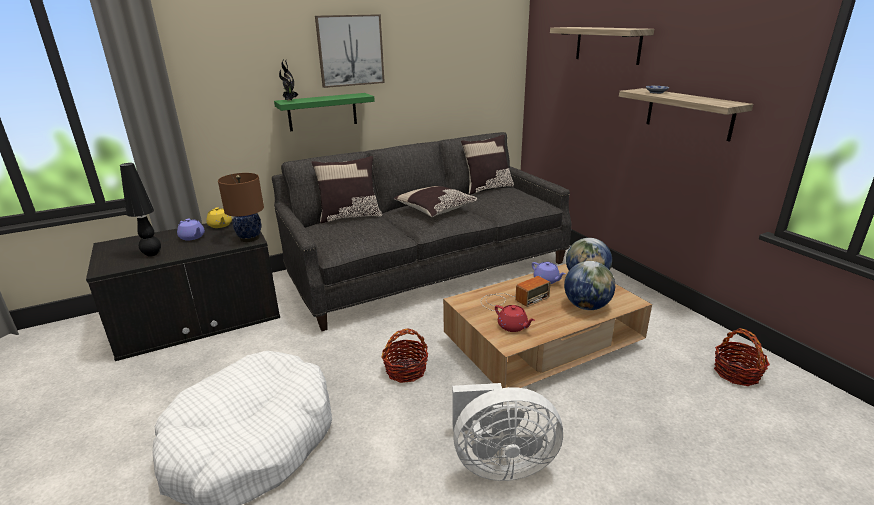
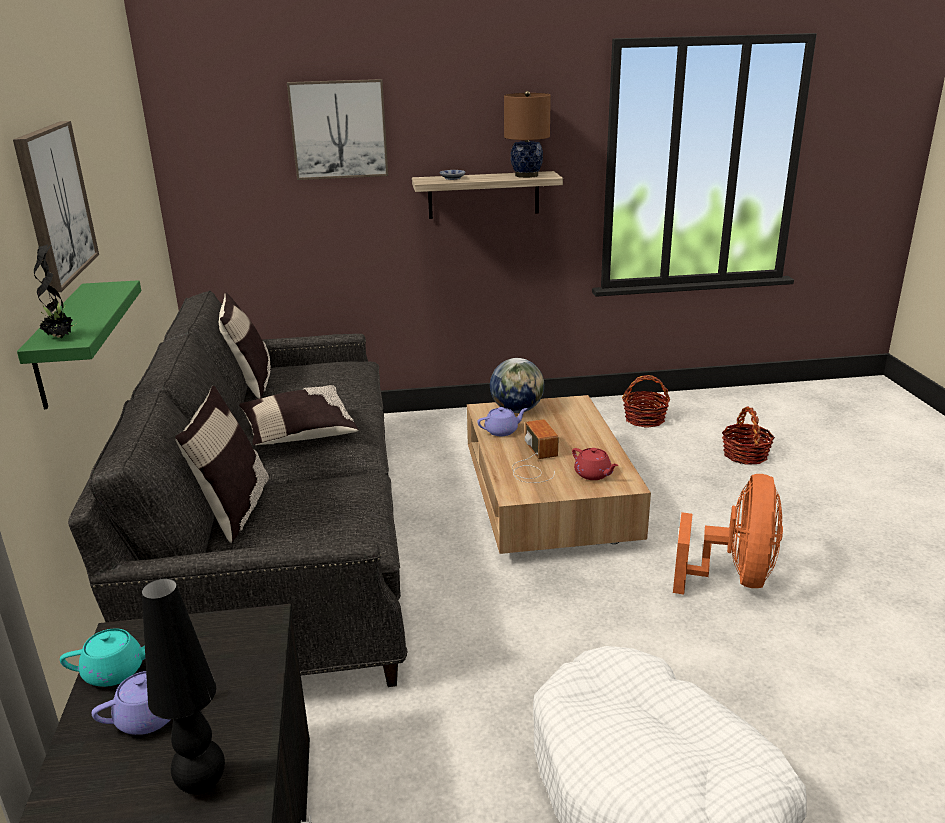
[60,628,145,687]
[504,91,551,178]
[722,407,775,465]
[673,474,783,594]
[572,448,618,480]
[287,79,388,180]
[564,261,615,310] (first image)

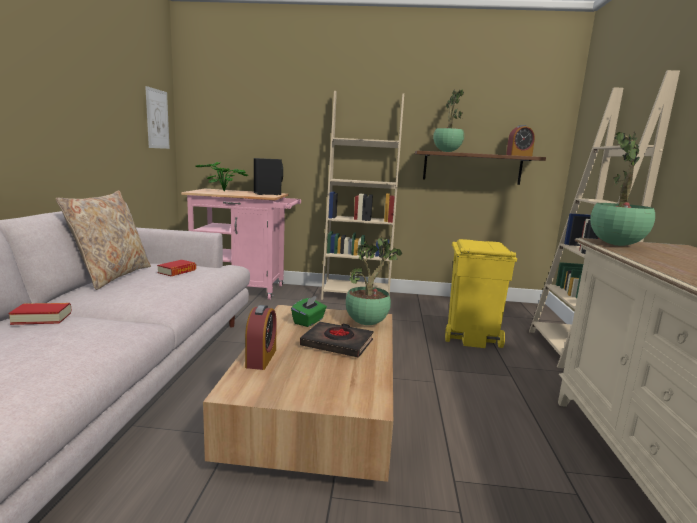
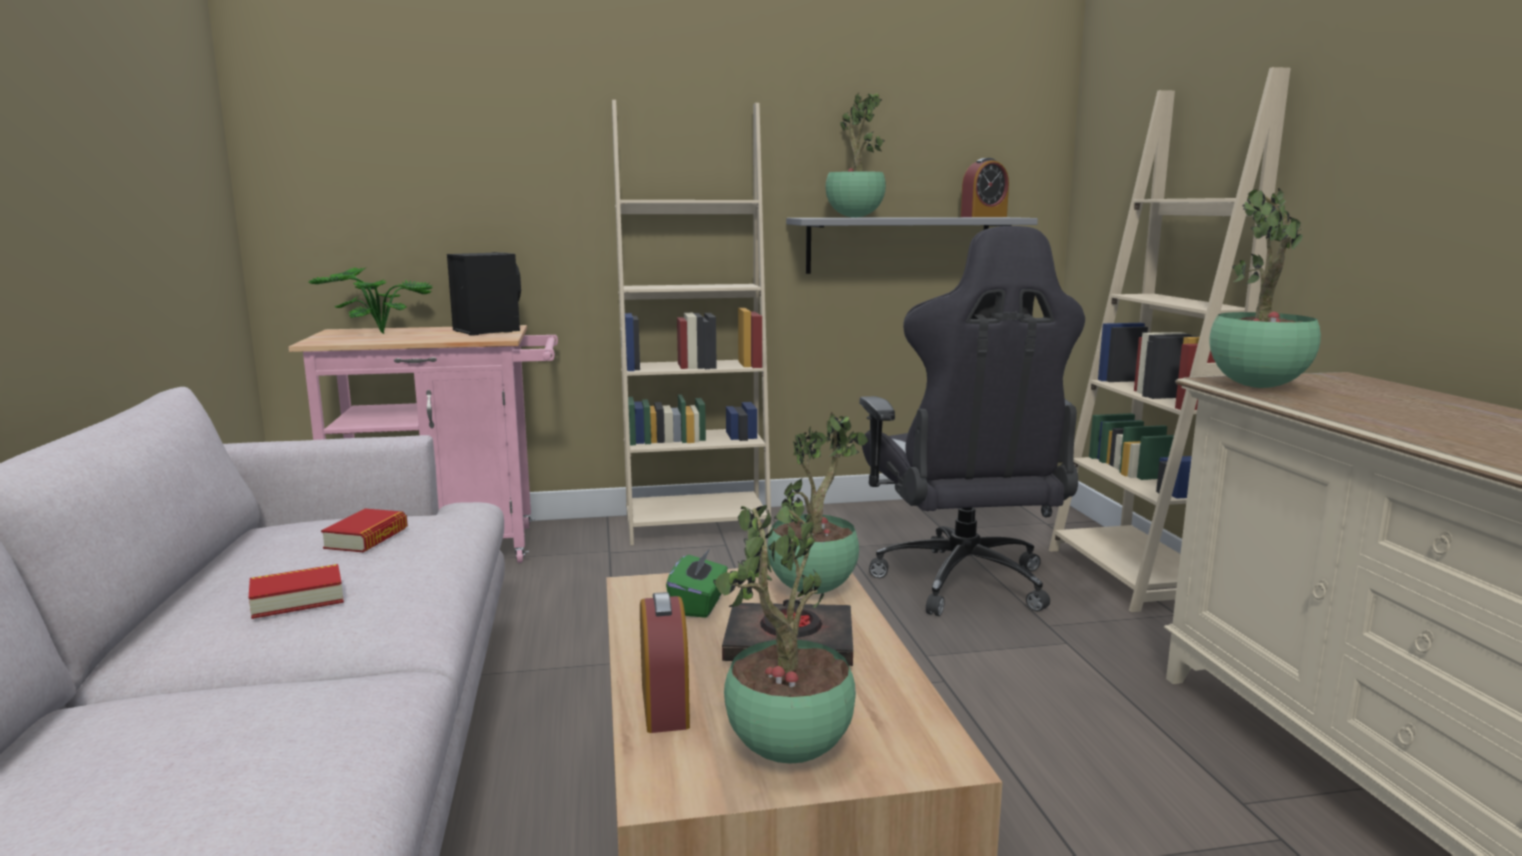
[249,564,344,619]
[56,191,151,290] (first image)
[145,86,170,149] (first image)
[786,217,1038,274]
[859,226,1085,616]
[713,498,856,764]

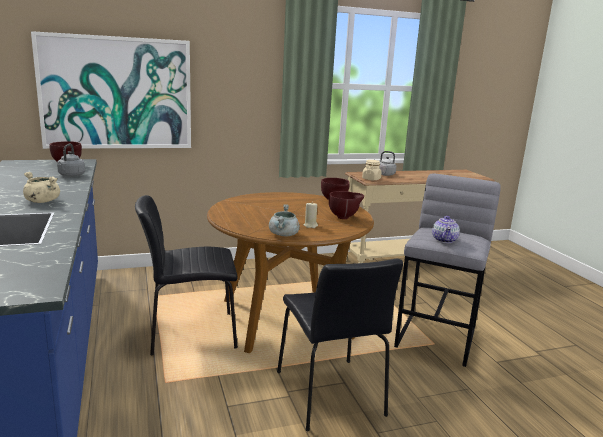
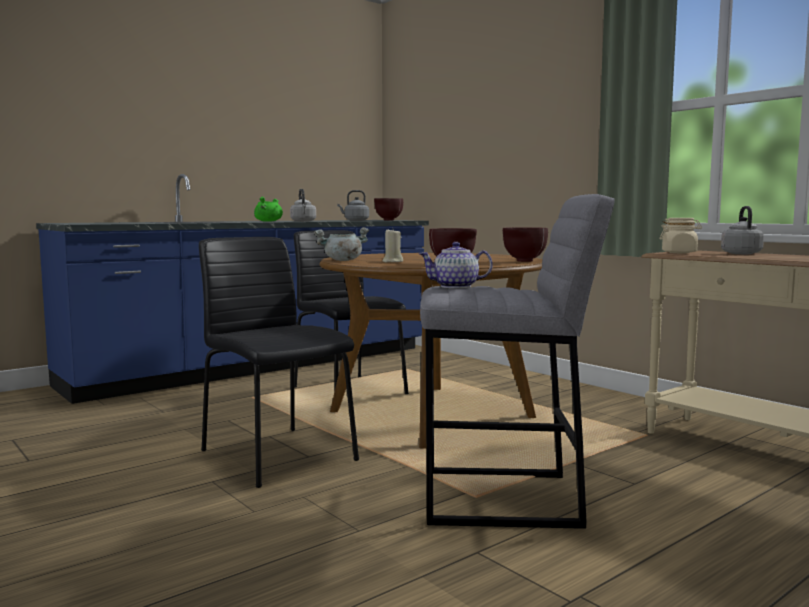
[254,197,283,222]
[31,31,191,149] (first image)
[199,237,359,488]
[290,189,316,222]

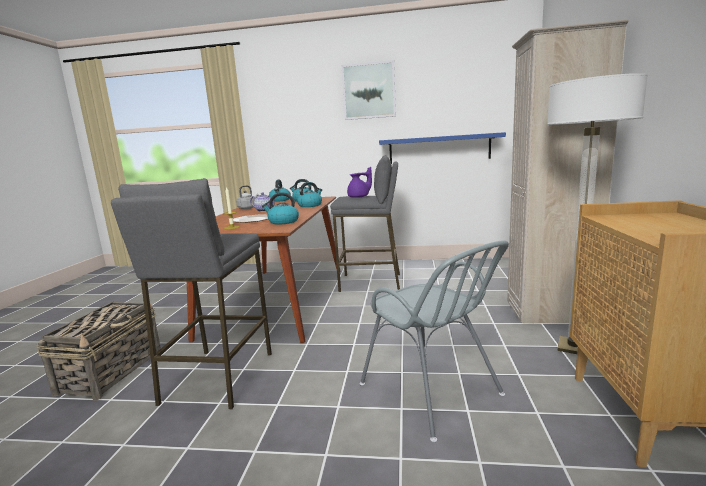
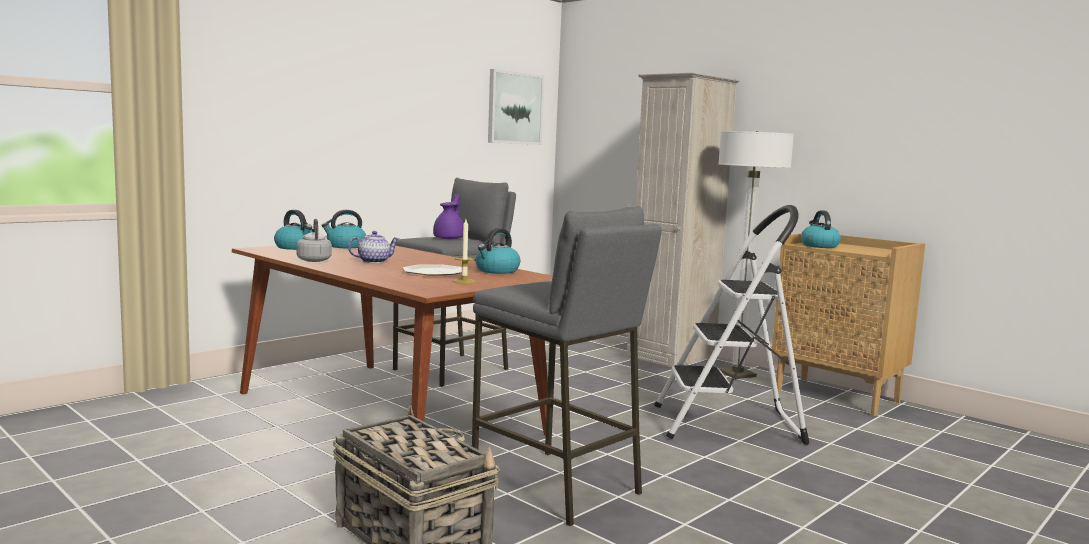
[801,210,841,248]
[488,69,544,145]
[654,205,809,445]
[379,132,506,164] (first image)

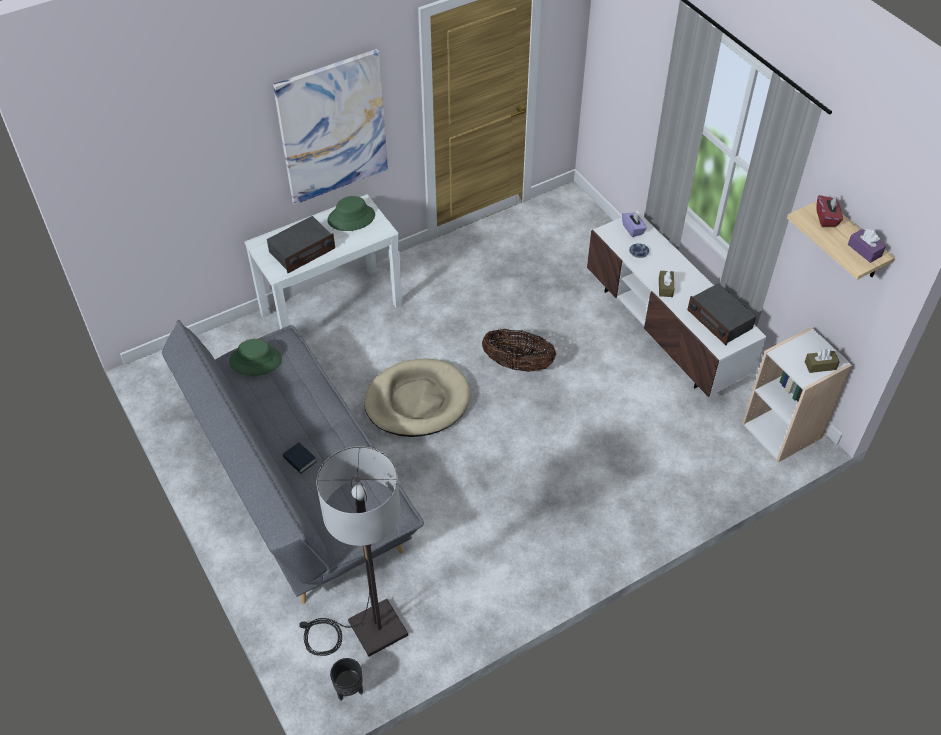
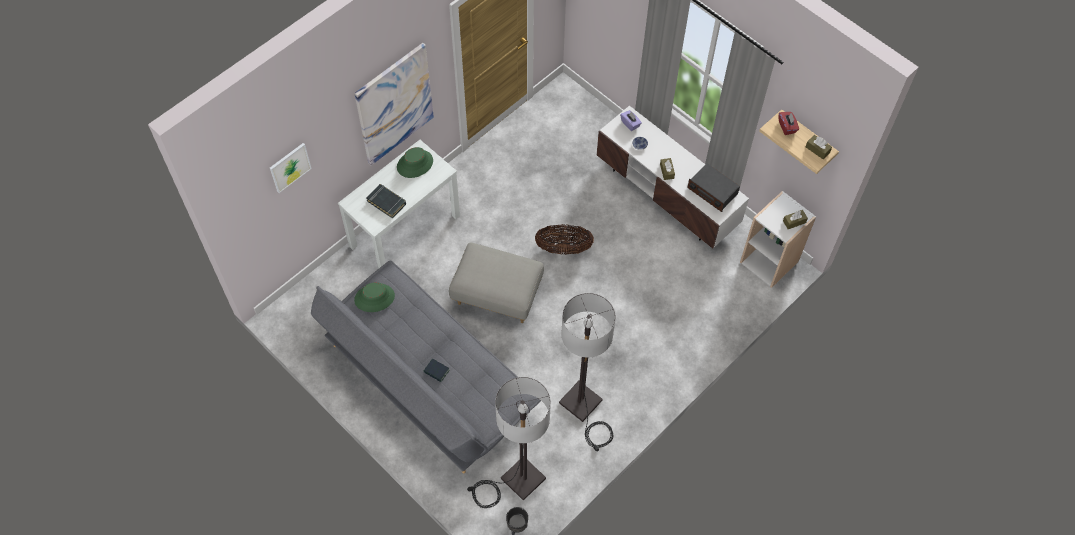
[366,184,406,219]
[449,242,544,323]
[806,135,832,159]
[270,143,312,193]
[559,293,616,452]

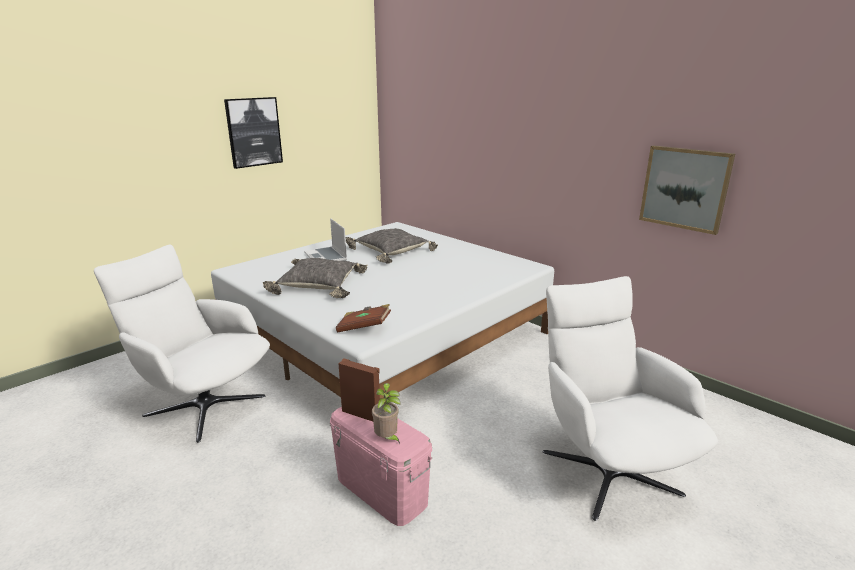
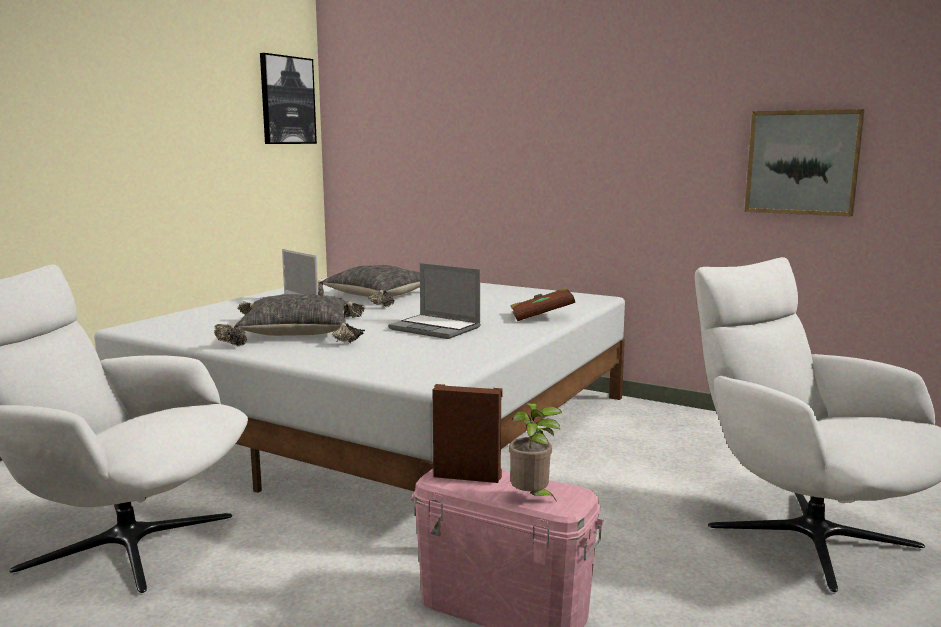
[260,53,317,144]
[511,287,575,321]
[388,263,481,339]

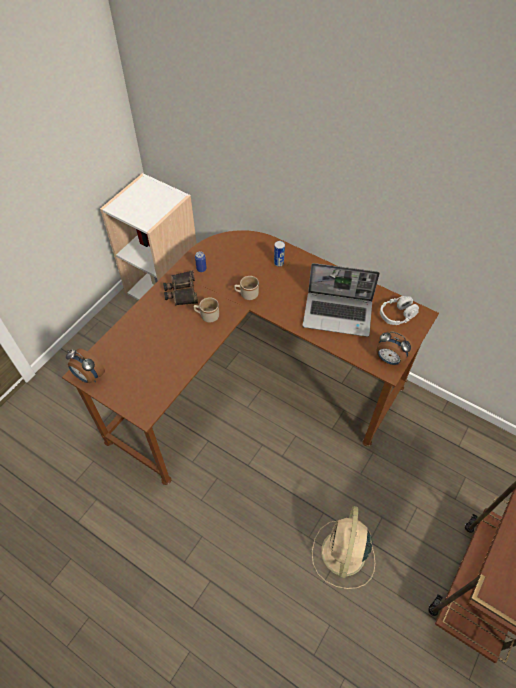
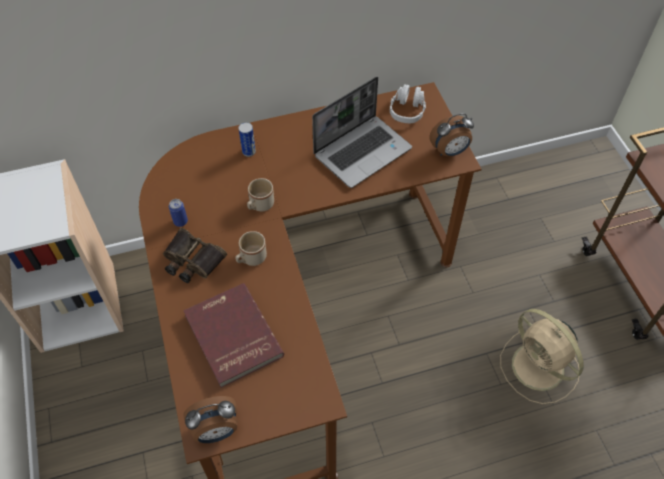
[183,283,284,388]

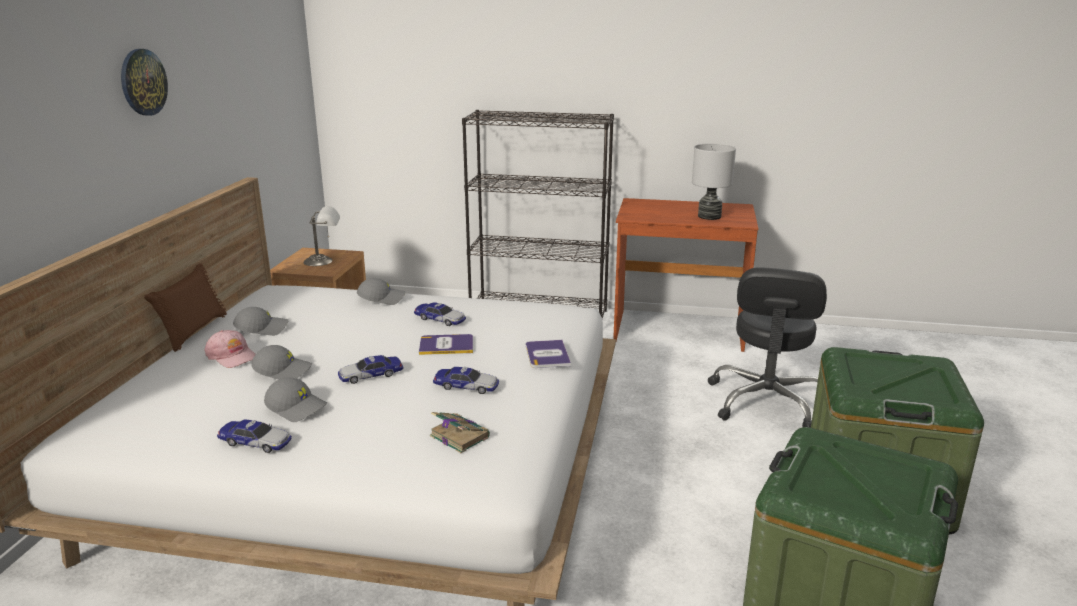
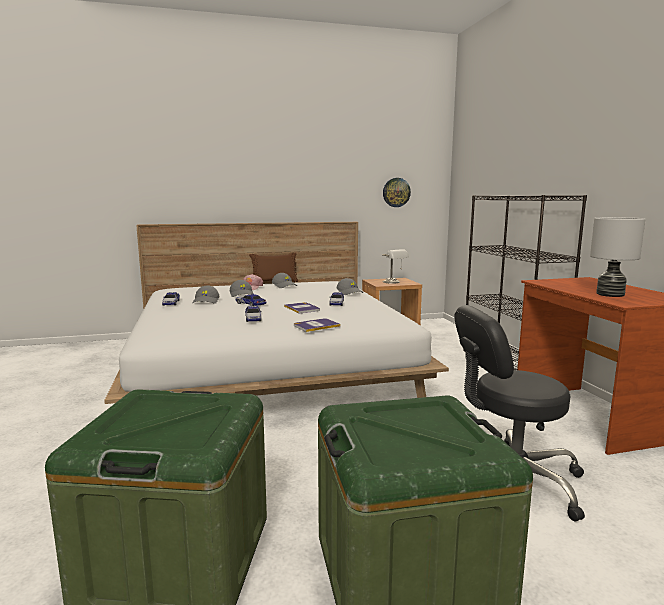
[383,178,411,207]
[430,412,490,453] (first image)

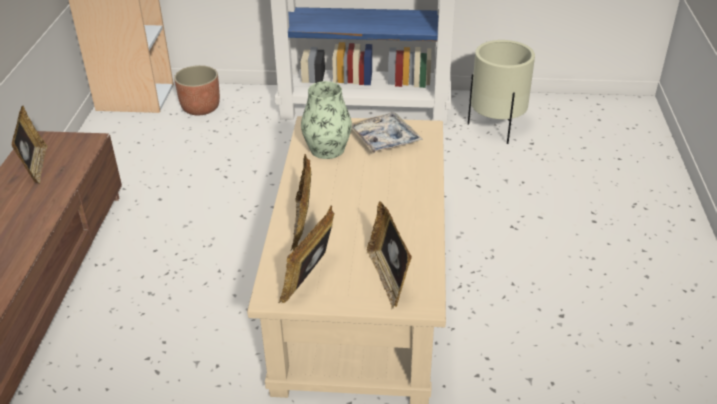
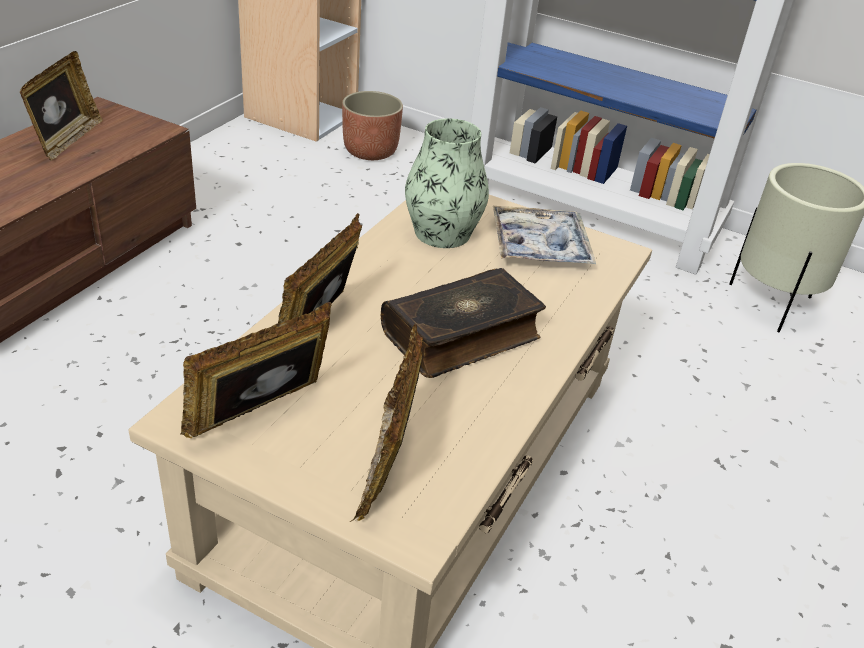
[381,268,546,378]

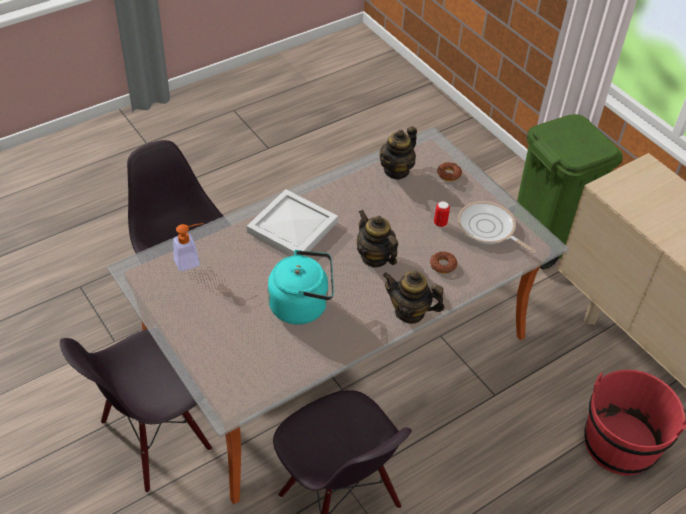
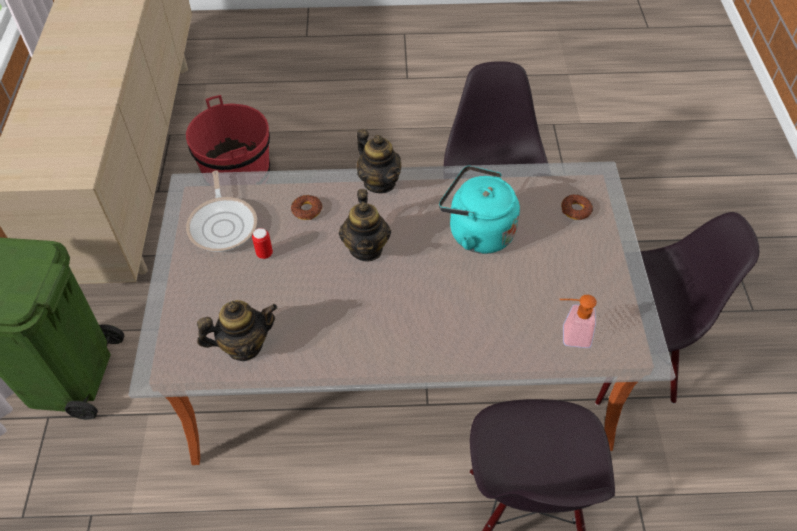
[247,189,338,256] (first image)
[561,194,593,220]

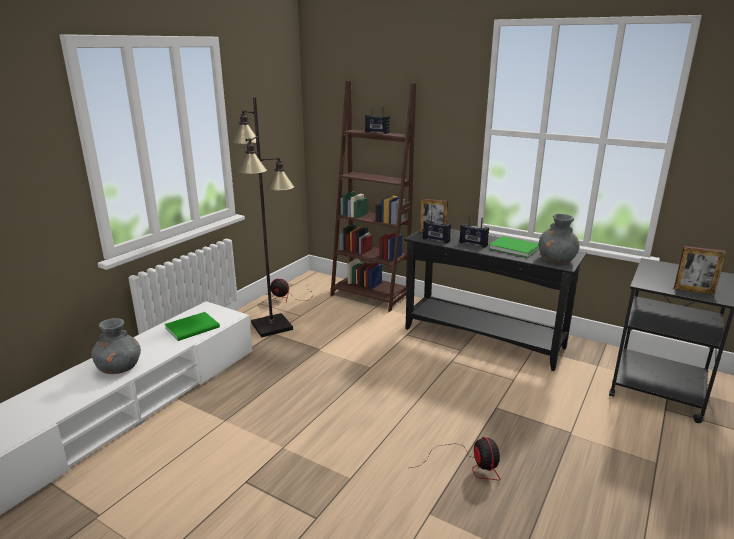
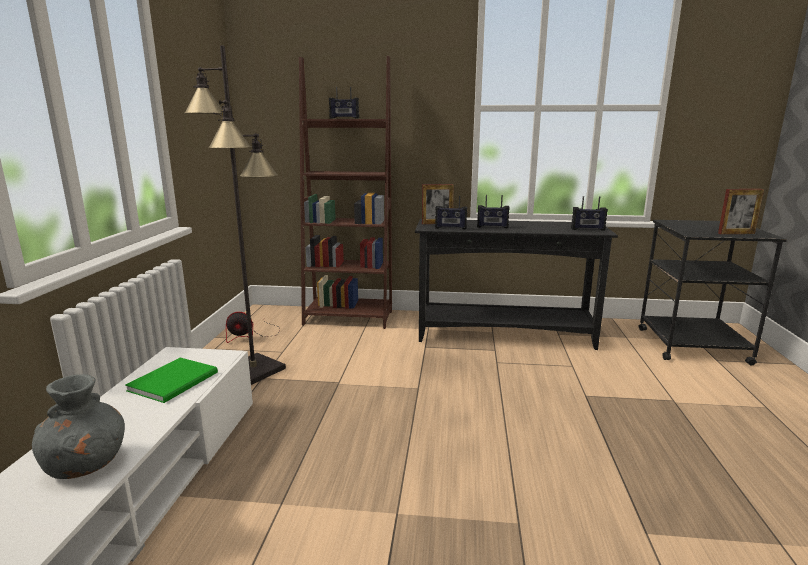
[411,437,501,480] (first image)
[489,236,539,257] (first image)
[571,196,608,231]

